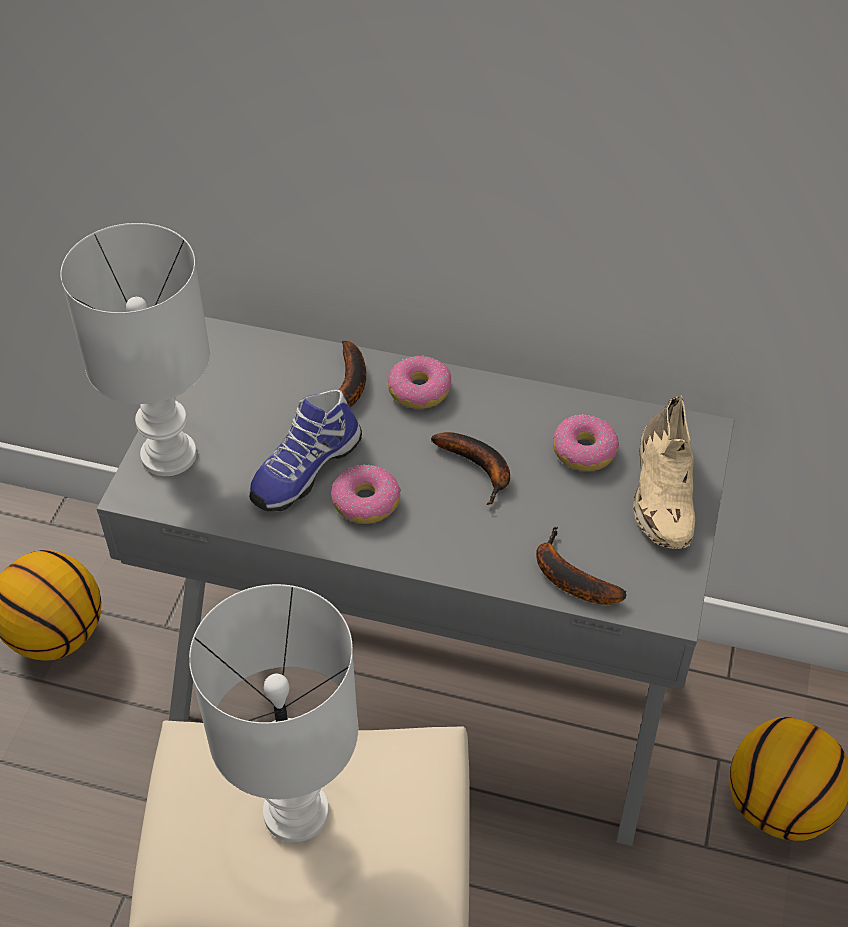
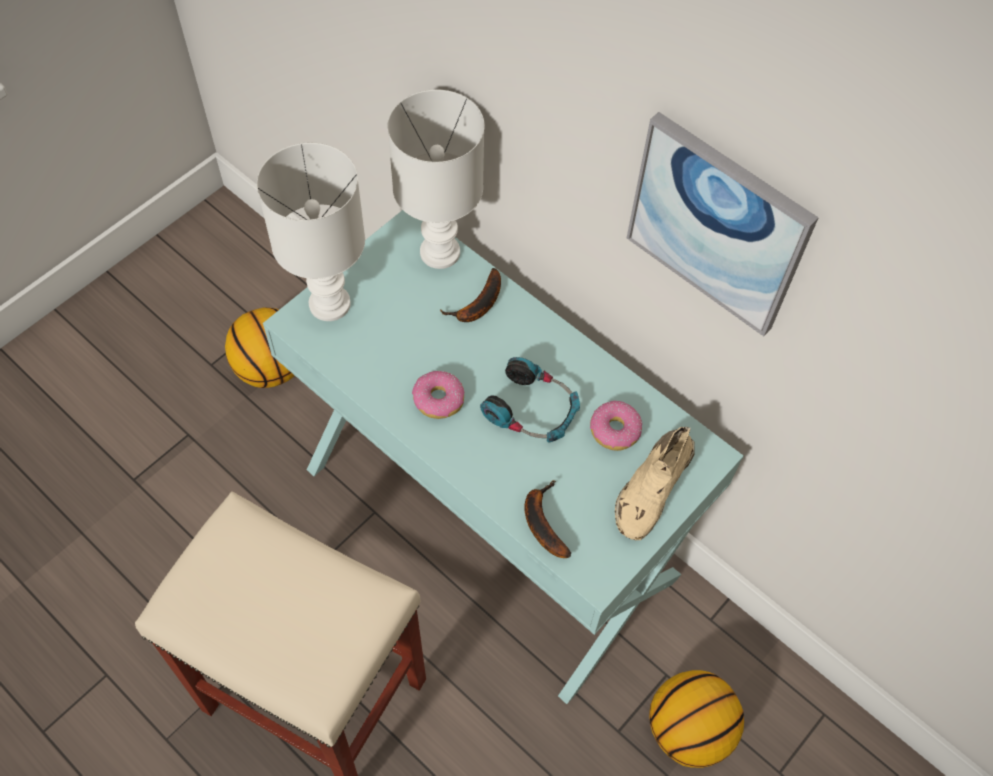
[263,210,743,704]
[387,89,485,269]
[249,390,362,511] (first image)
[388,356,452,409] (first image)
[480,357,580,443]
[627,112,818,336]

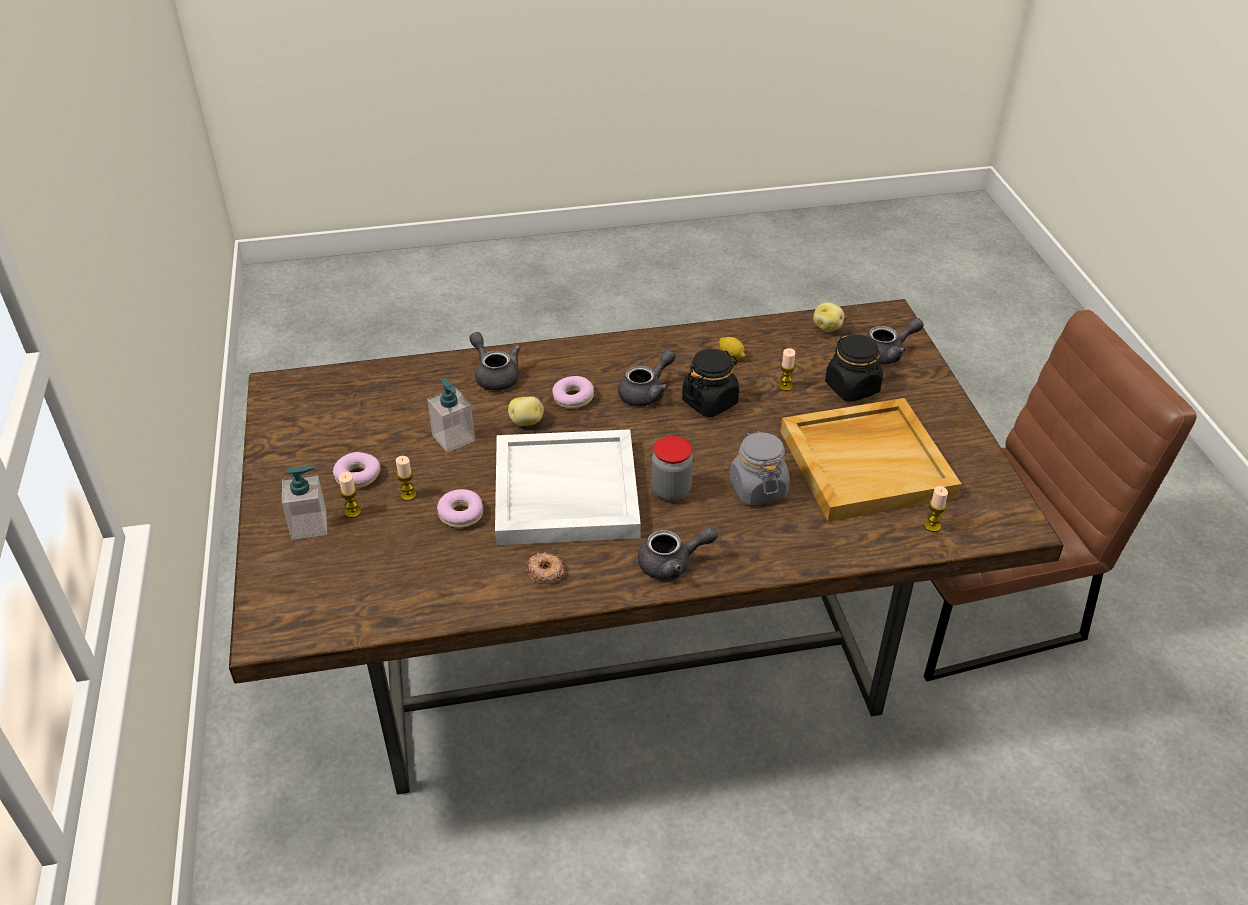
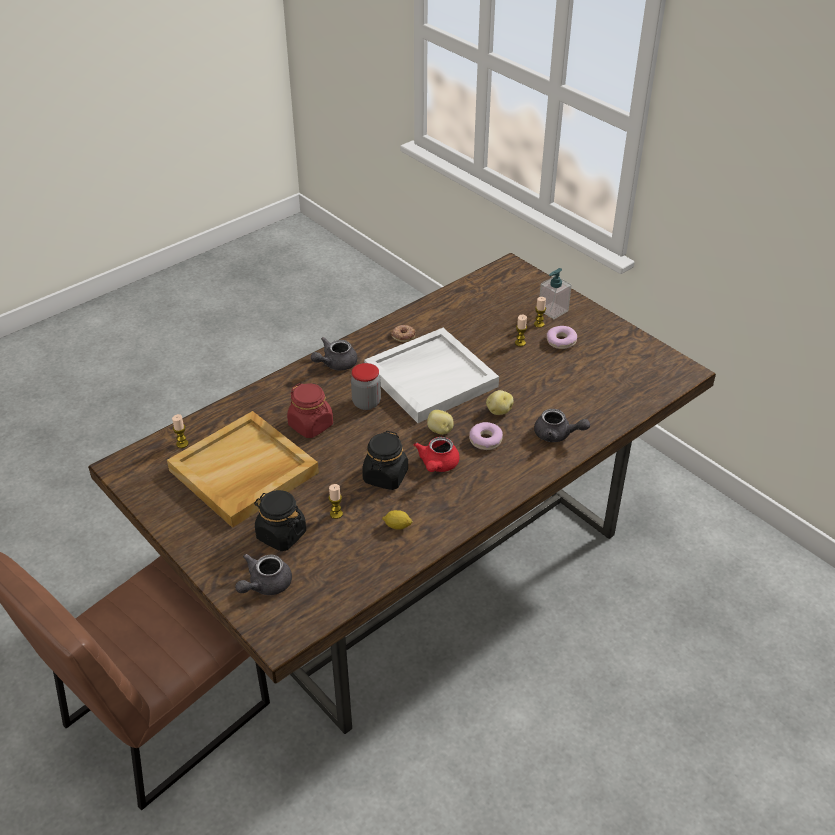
[427,378,475,452] (first image)
[437,489,483,528] (first image)
[414,437,460,472]
[287,383,333,438]
[427,410,454,435]

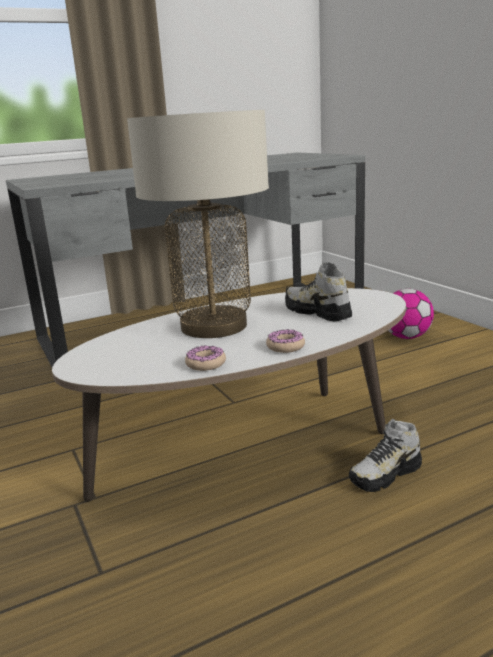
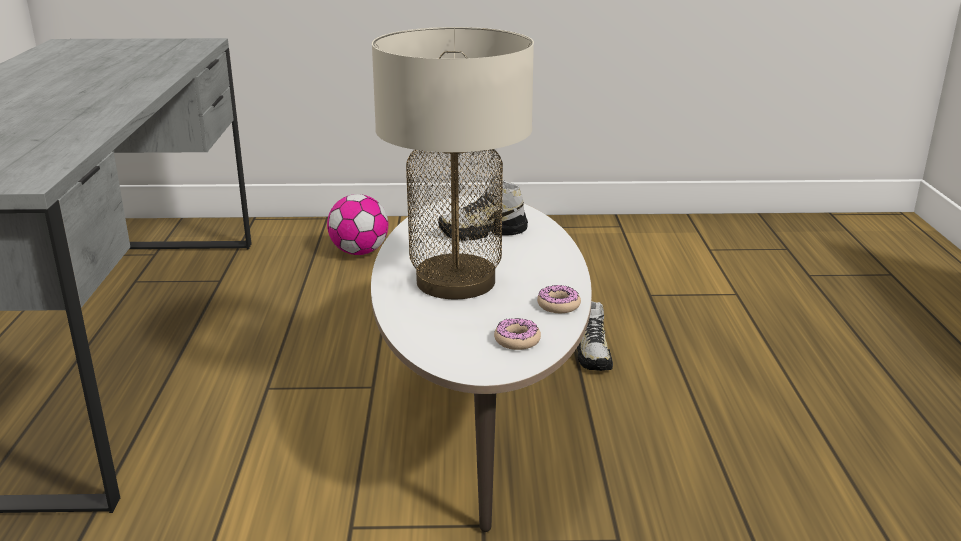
[494,318,541,350]

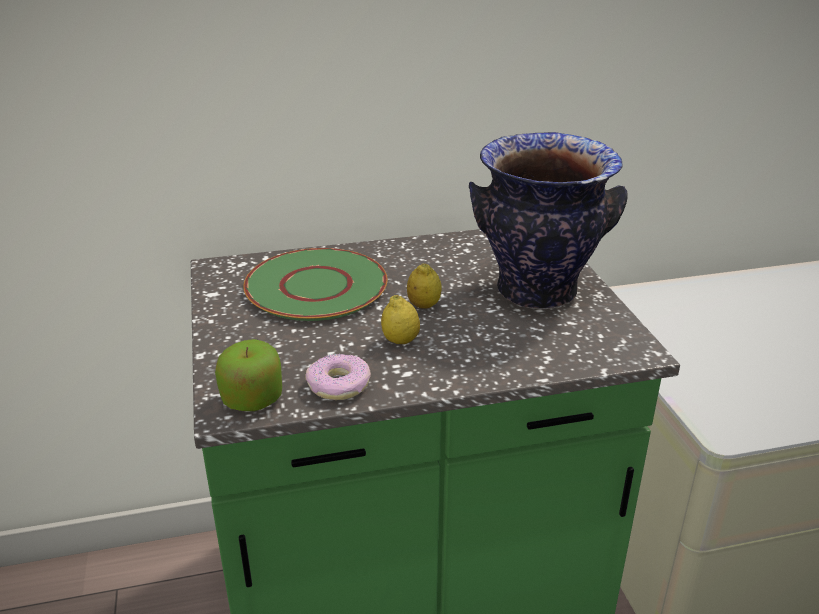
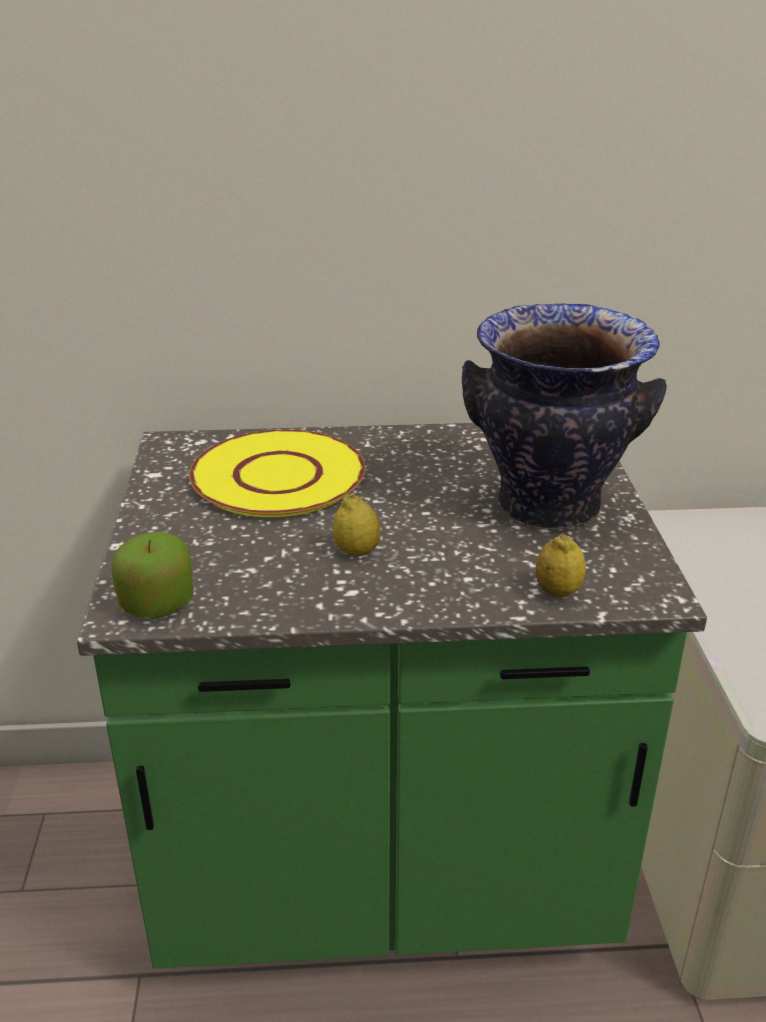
[189,429,365,517]
[305,354,371,400] (first image)
[536,534,586,597]

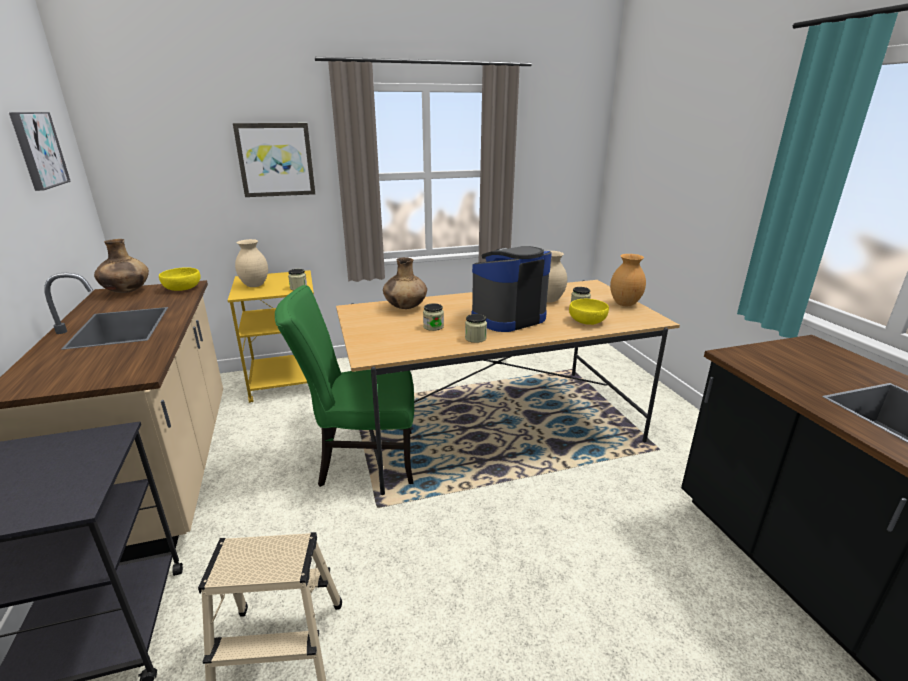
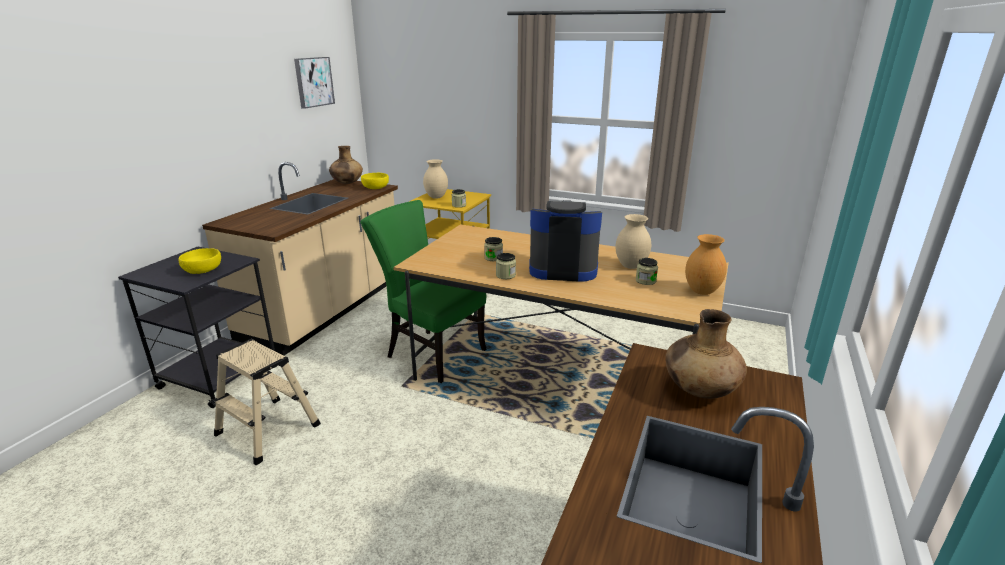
[233,123,315,197] (first image)
[665,309,747,399]
[179,248,221,274]

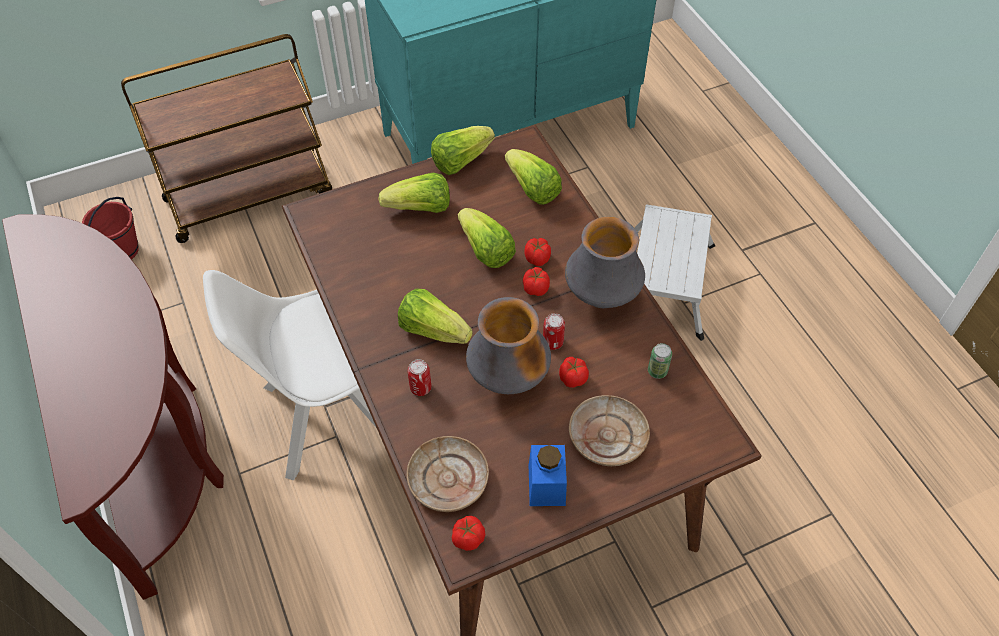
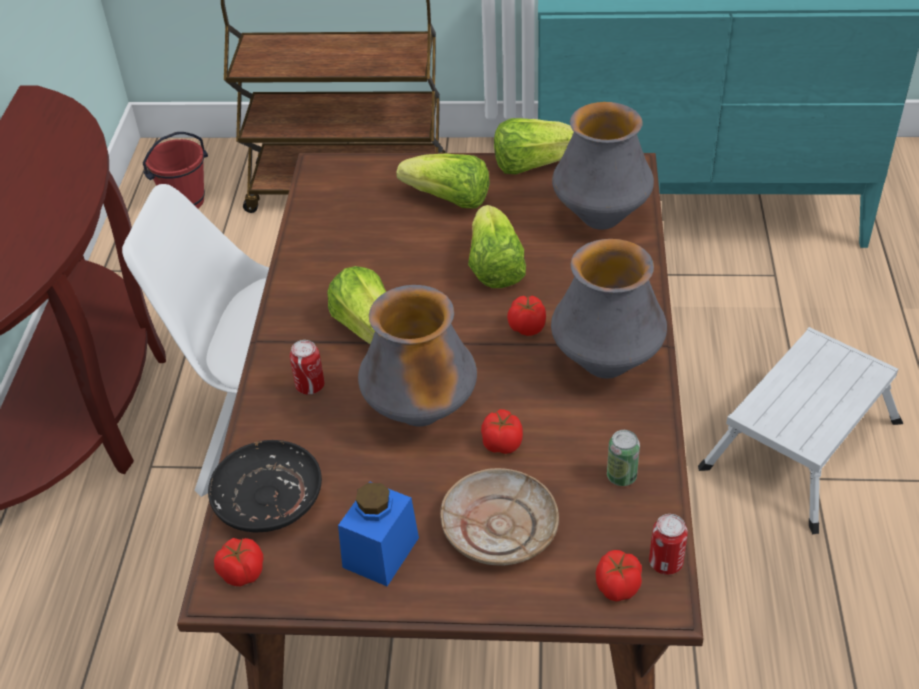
[208,440,322,532]
[552,102,654,230]
[595,550,642,602]
[649,514,688,575]

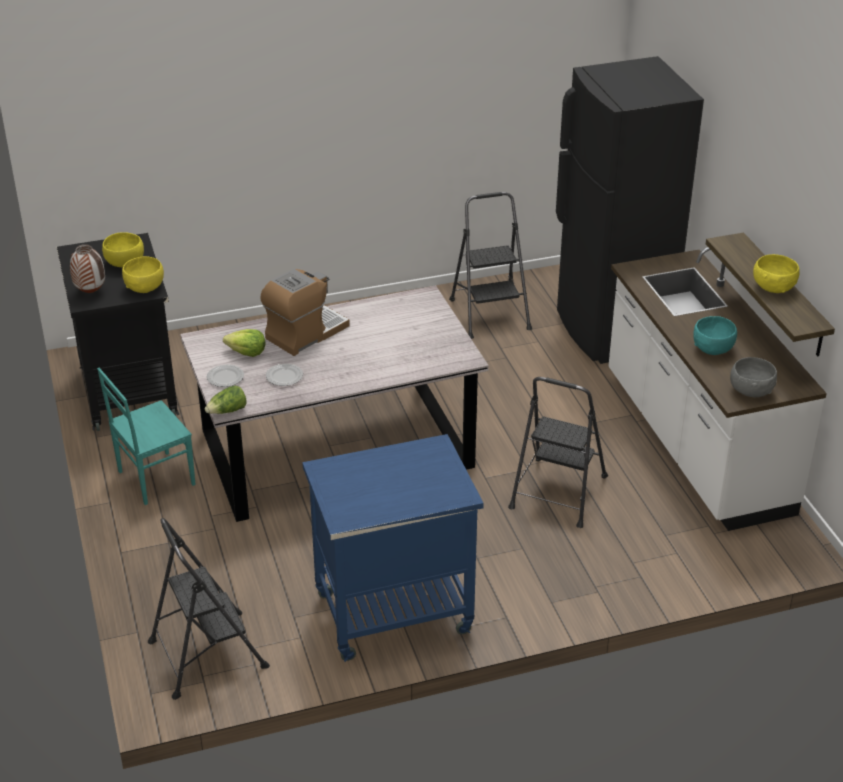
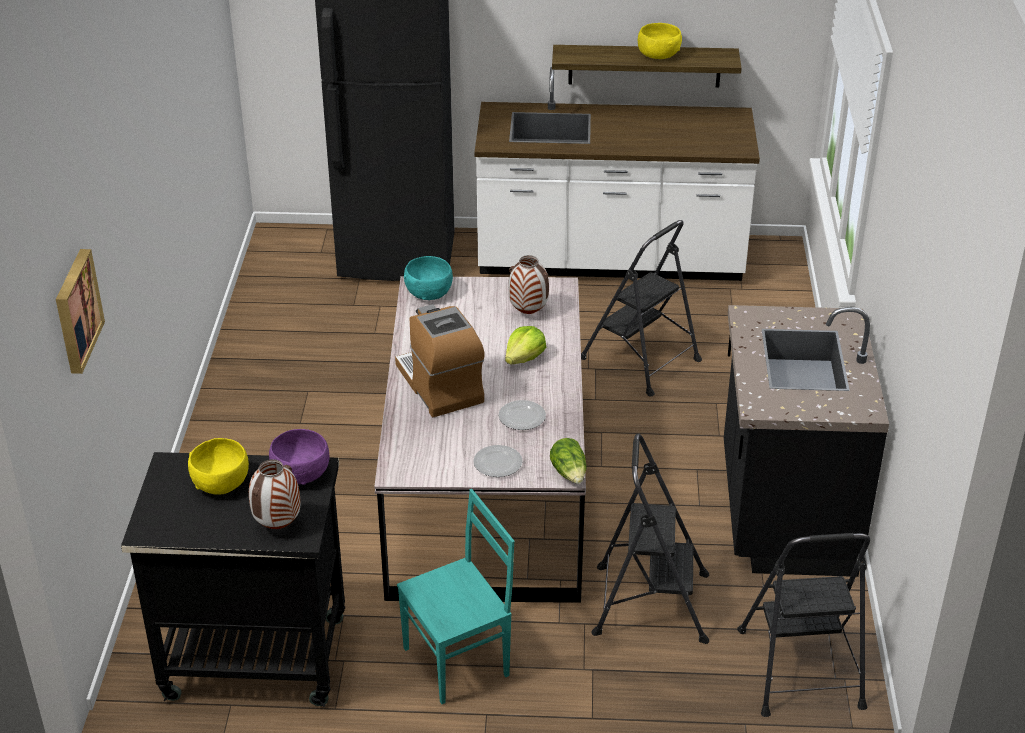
[397,489,514,704]
[269,429,329,485]
[505,326,546,364]
[724,305,889,577]
[592,434,709,644]
[404,256,453,300]
[730,357,777,397] (first image)
[56,249,105,374]
[508,255,549,314]

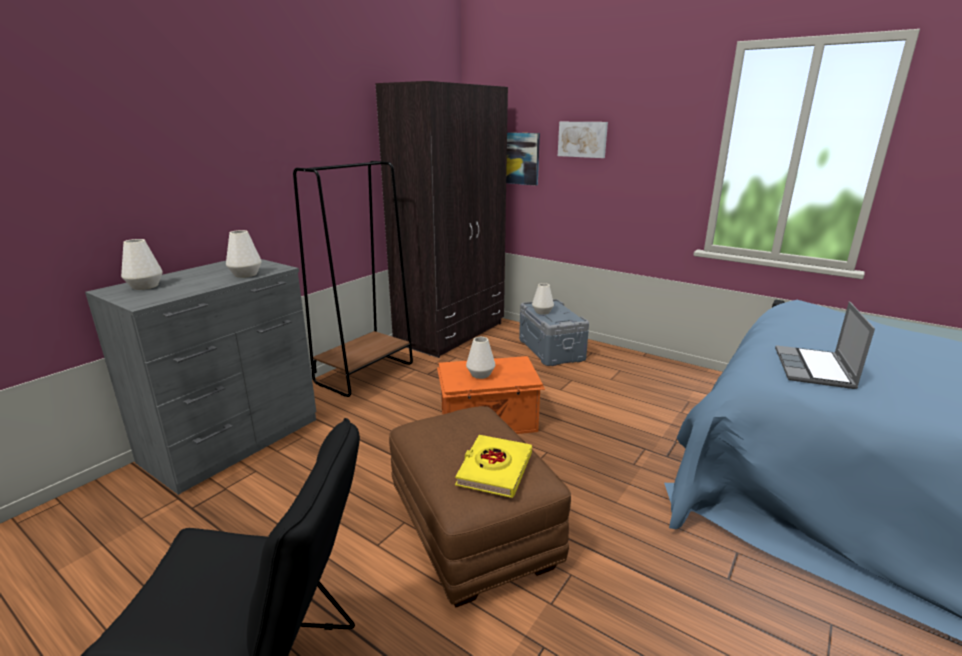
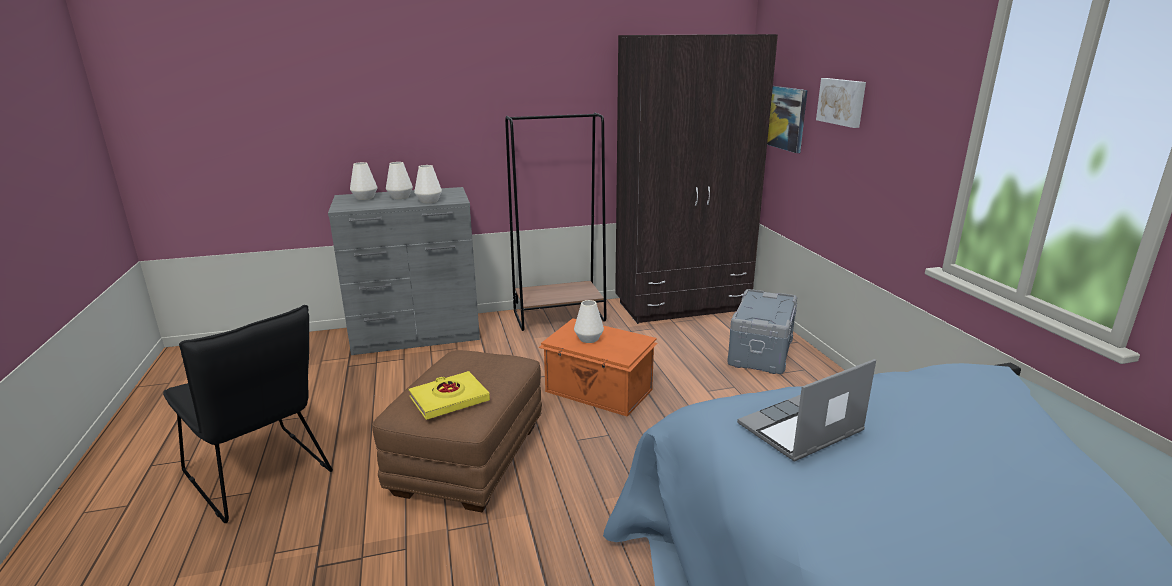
[386,162,413,199]

